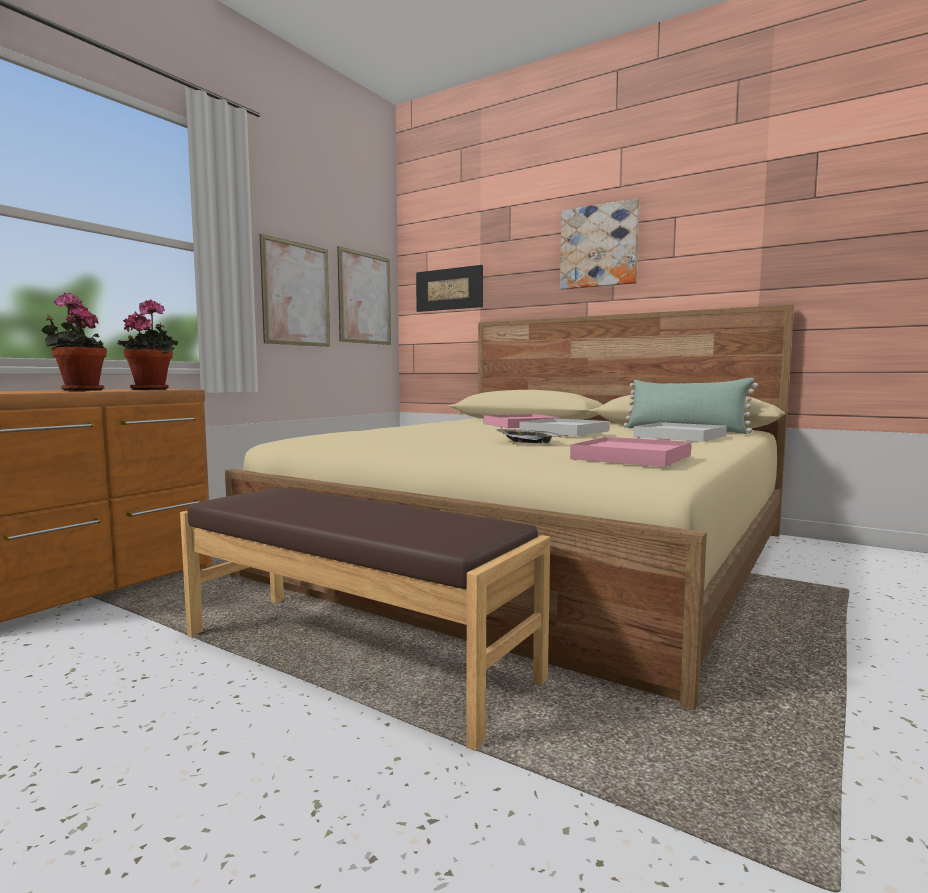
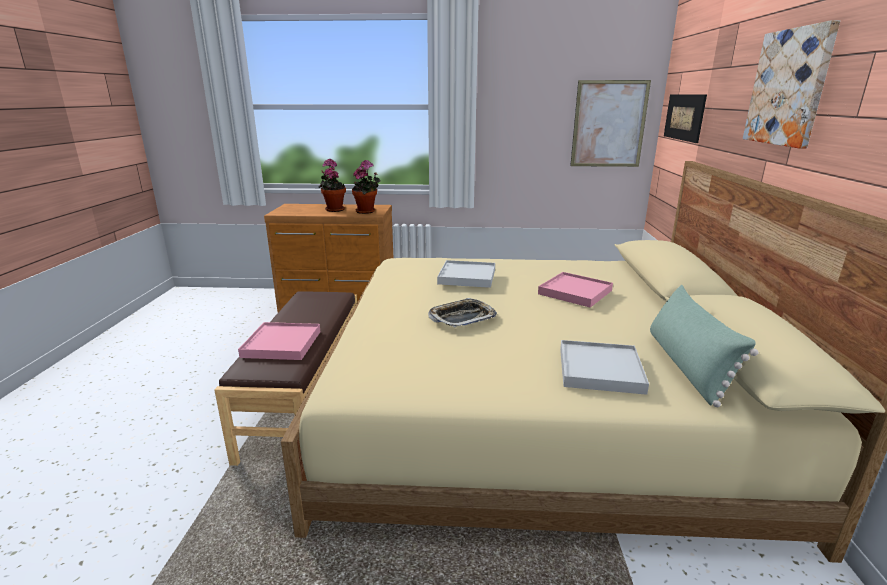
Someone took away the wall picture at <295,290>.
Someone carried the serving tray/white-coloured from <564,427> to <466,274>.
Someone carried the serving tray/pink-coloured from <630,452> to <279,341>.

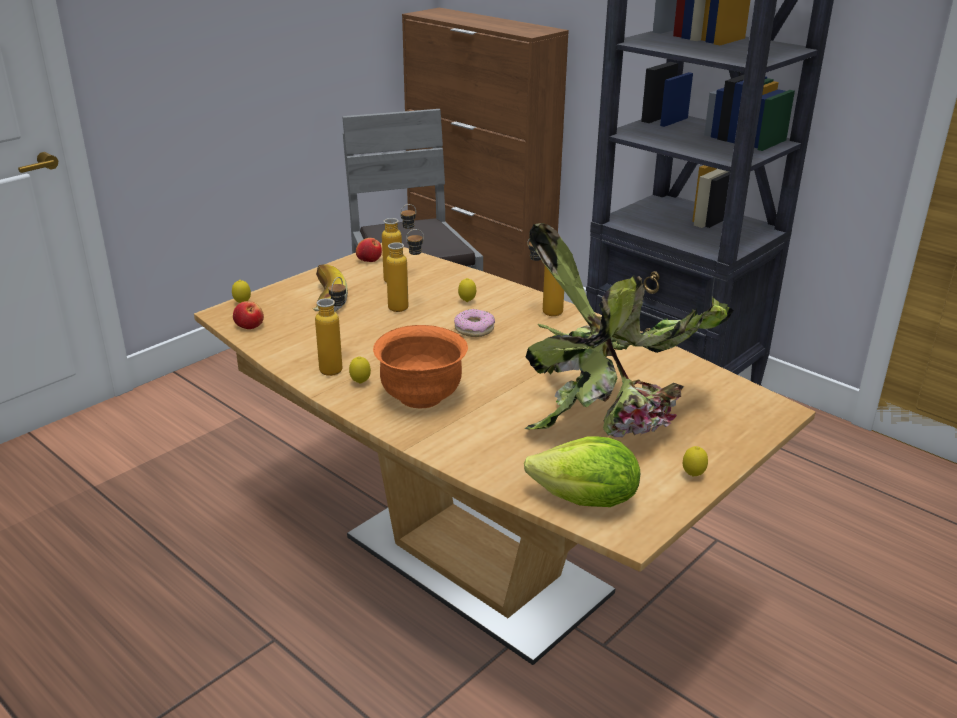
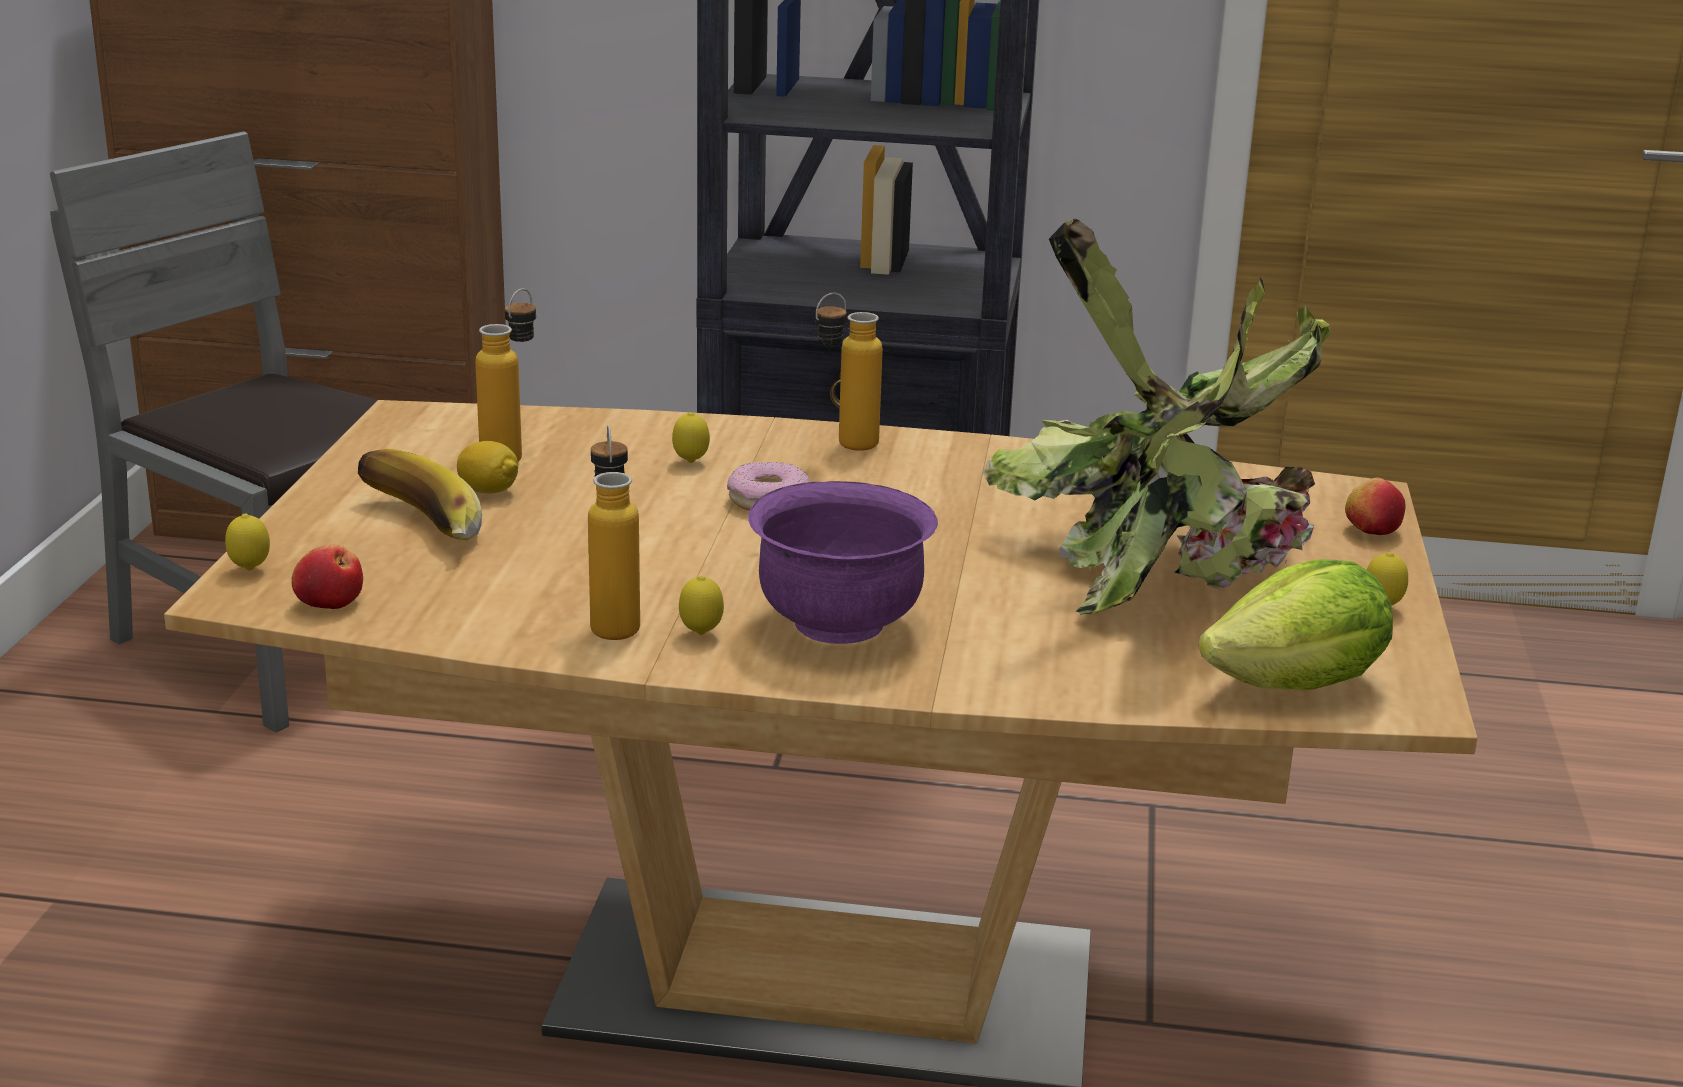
Someone took away the beverage bottle at <405,270>.
Someone put down the whole lemon at <487,467>.
Someone carried the apple from <369,250> to <1375,506>.
Someone repainted the deep dish/orange at <420,366>, which became the deep dish/purplish at <843,562>.

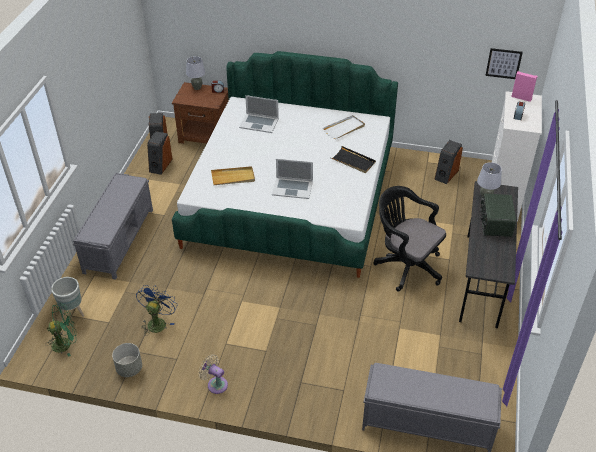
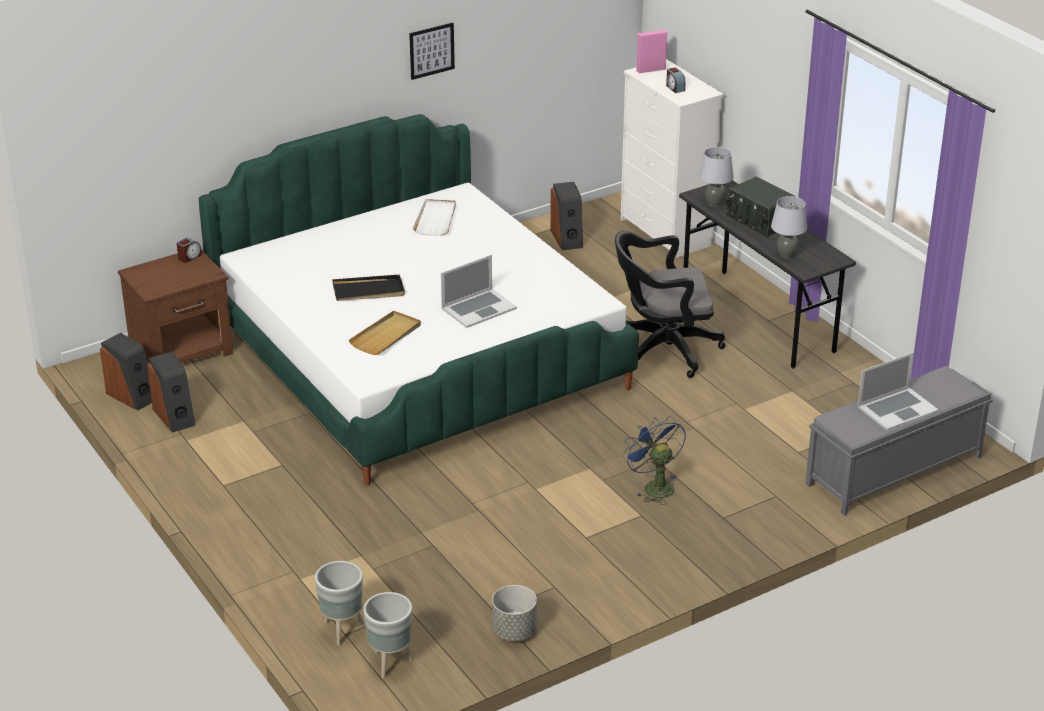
Someone took away the bench/greyish at <113,226>.
Someone took away the fan/beige-coloured at <213,374>.
Someone carried the fan/bluish from <157,310> to <654,460>.
Someone carried the table lamp/greyish from <195,73> to <789,227>.
Someone carried the laptop from <259,114> to <898,392>.
Someone carried the serving tray/blackish from <353,159> to <368,287>.
Someone carried the wall picture from <504,63> to <432,51>.
Someone swapped the fan/green at <61,329> for the flower pot/greyish at <388,635>.

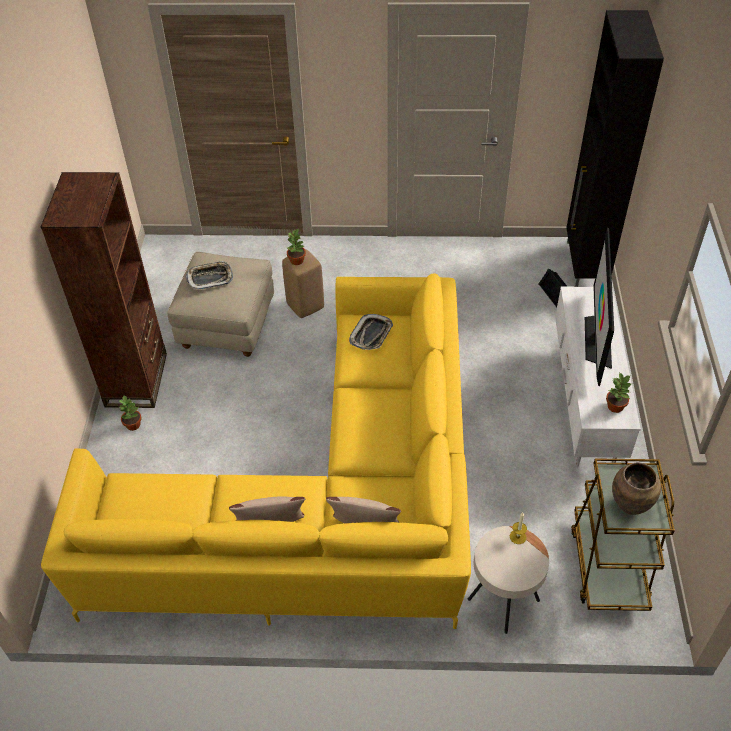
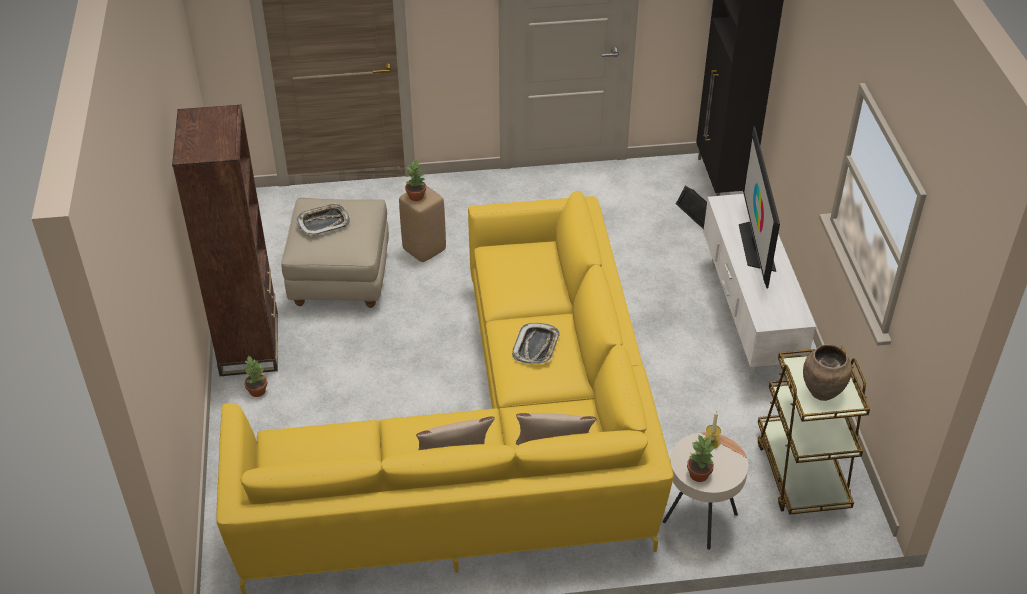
Someone carried the serving tray from <371,332> to <536,344>.
Someone carried the plant in a pot from <618,393> to <701,458>.

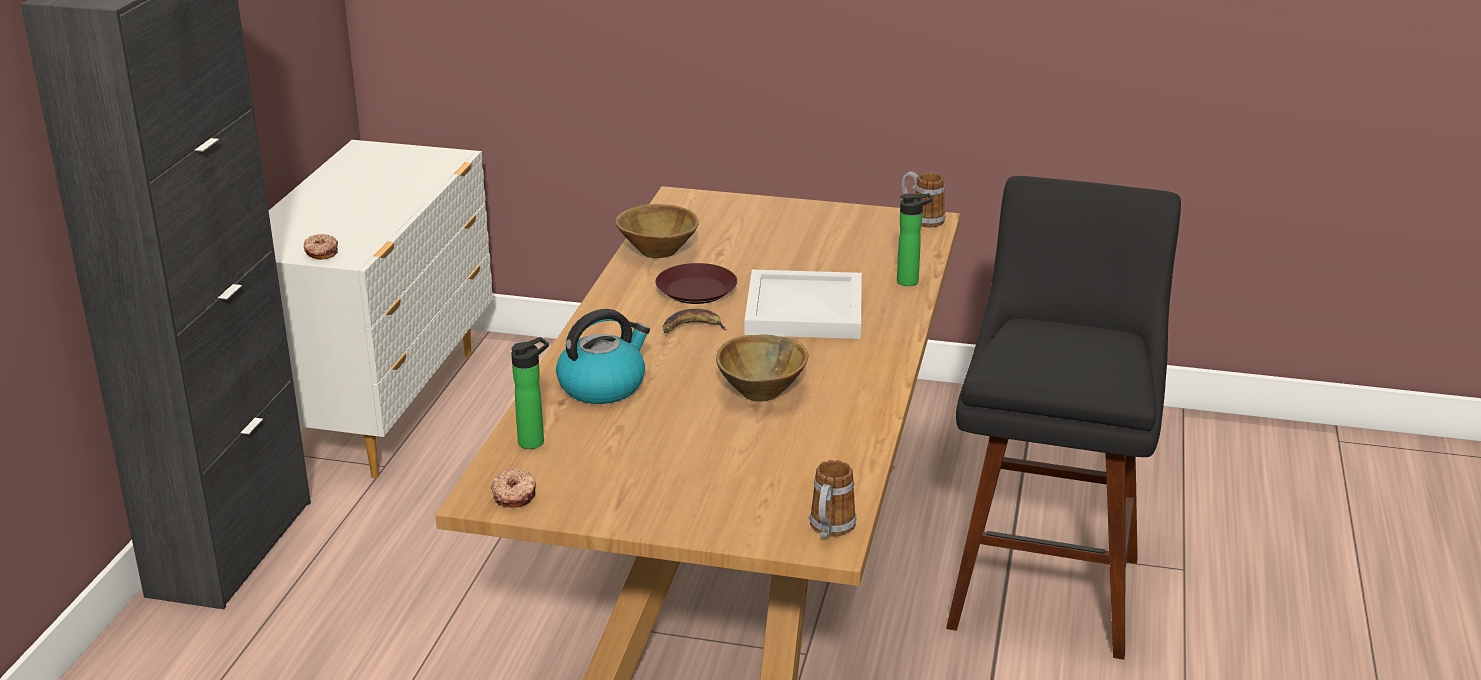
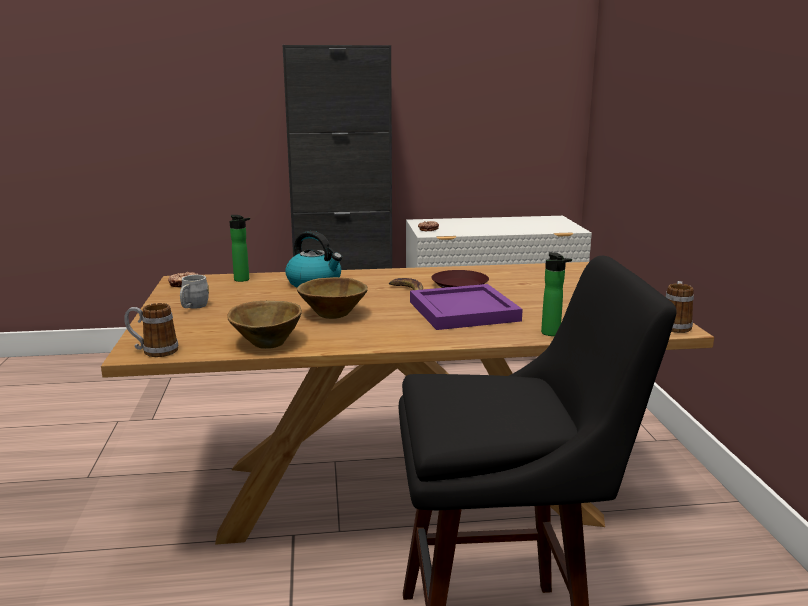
Someone put down the coffee mug/greyish at <194,292>.
Someone carried the deep dish/brown-coloured from <657,231> to <264,325>.
Someone repainted the serving tray/white-coloured at <803,304>, which became the serving tray/purplish at <466,307>.

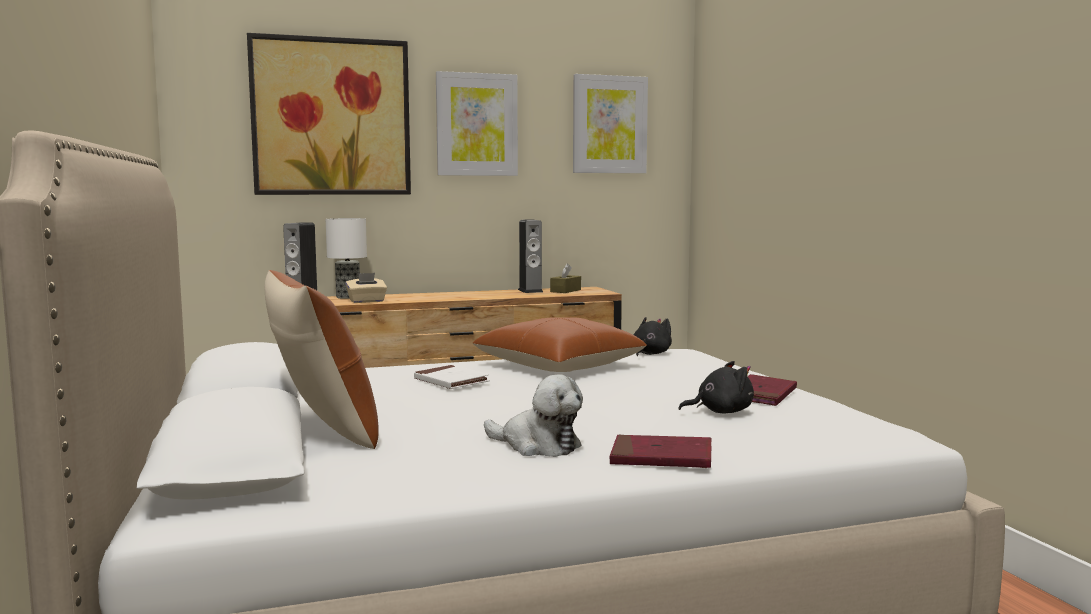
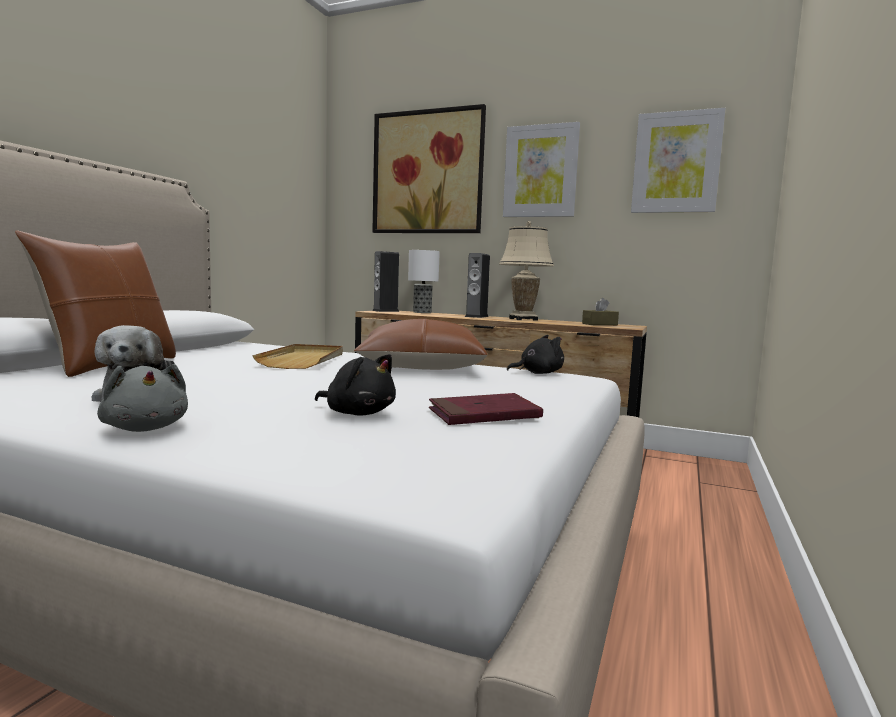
Someone took away the box of tissues/beige-coloured at <366,288>.
Someone put down the table lamp/beige-coloured at <526,271>.
Someone carried the speaker from <530,256> to <477,285>.
Someone swapped the volume/white-coloured at <452,377> for the serving tray/beige-coloured at <297,356>.
Someone swapped the volume/reddish at <660,451> for the soft toy/greyish at <142,398>.

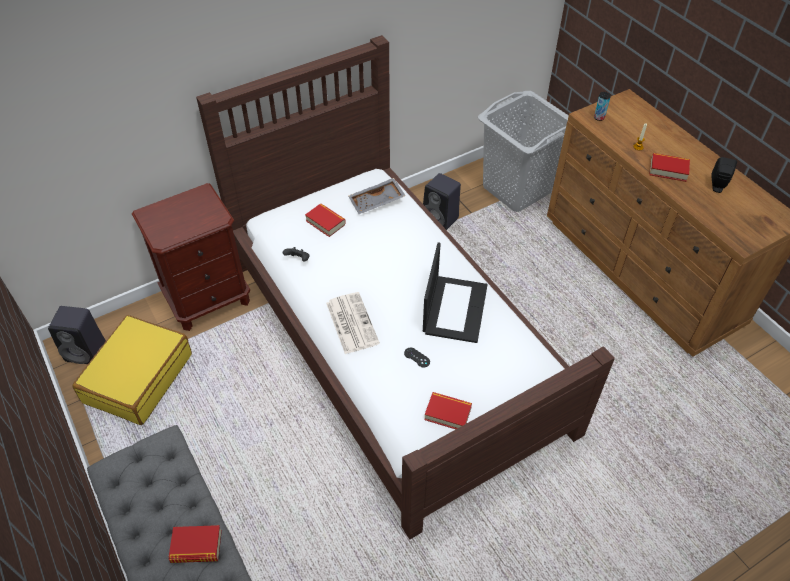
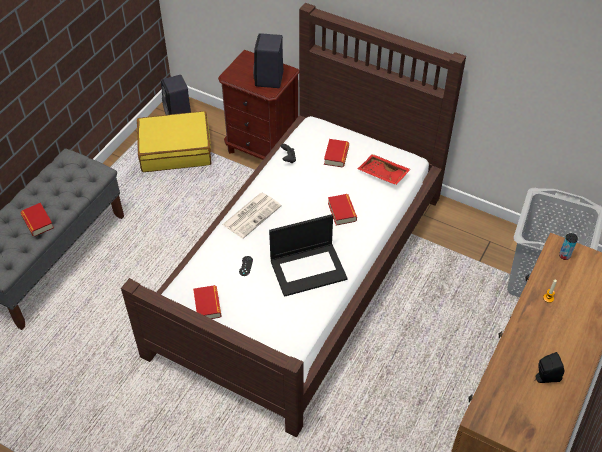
Someone carried the speaker/blackish from <442,201> to <268,60>.
Someone carried the volume from <669,167> to <342,210>.
Someone repainted the serving tray/greyish at <376,196>, which became the serving tray/reddish at <384,169>.

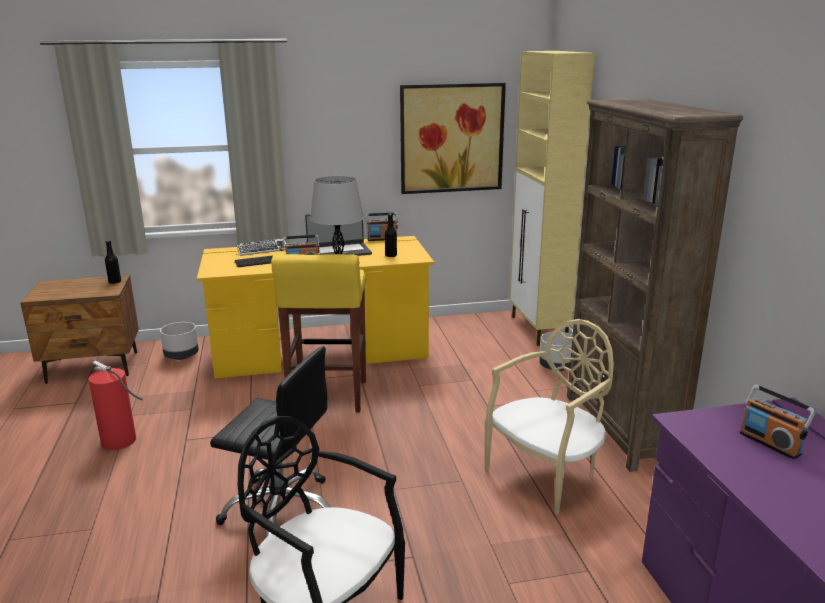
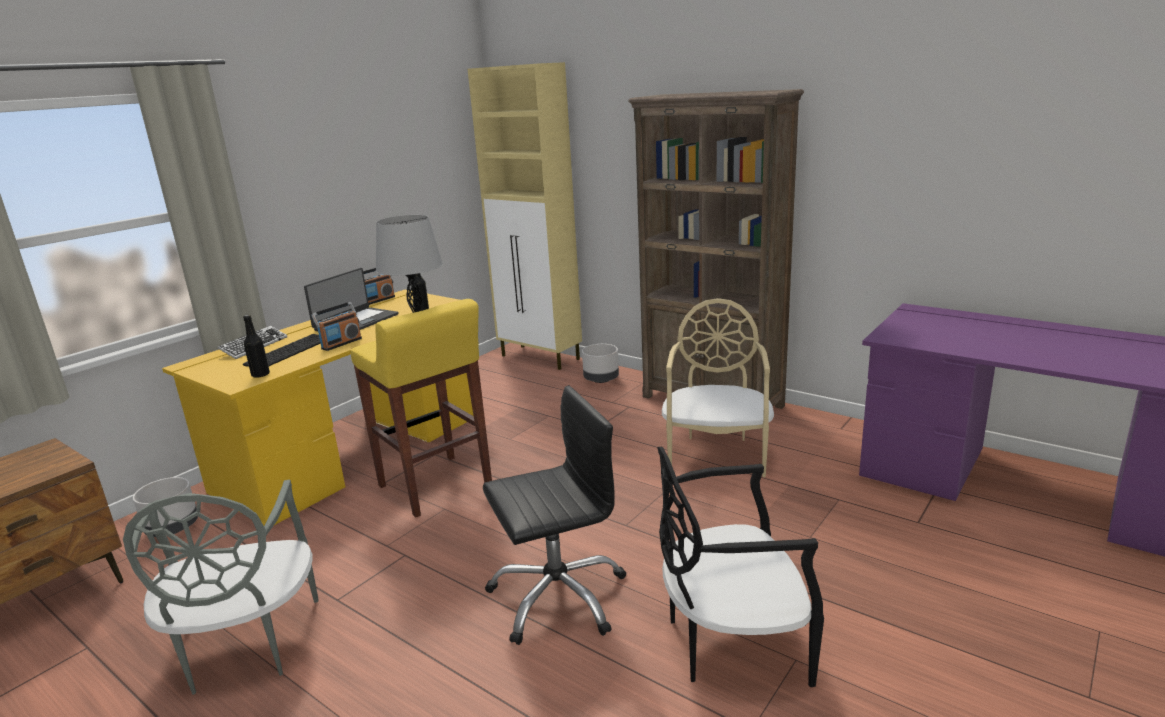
Someone took away the wall picture at <453,138>.
Someone took away the radio set at <778,421>.
Someone carried the beverage bottle/blackish from <113,262> to <256,346>.
Someone swapped the fire extinguisher at <116,405> for the upright chair/greyish at <221,587>.

